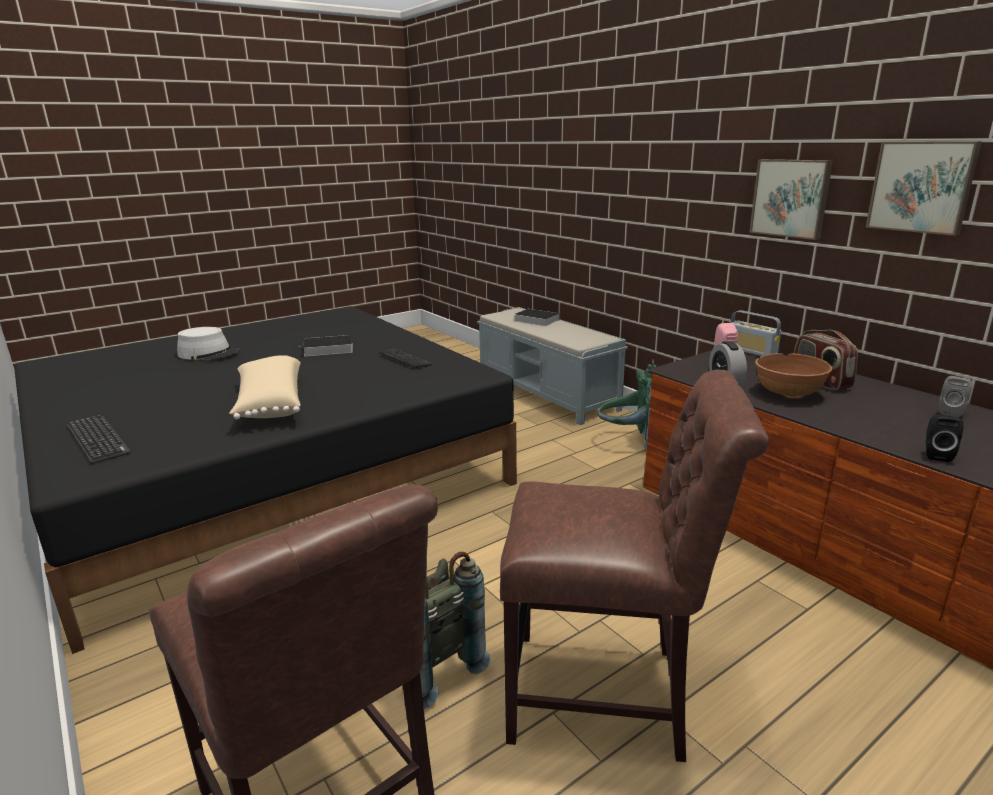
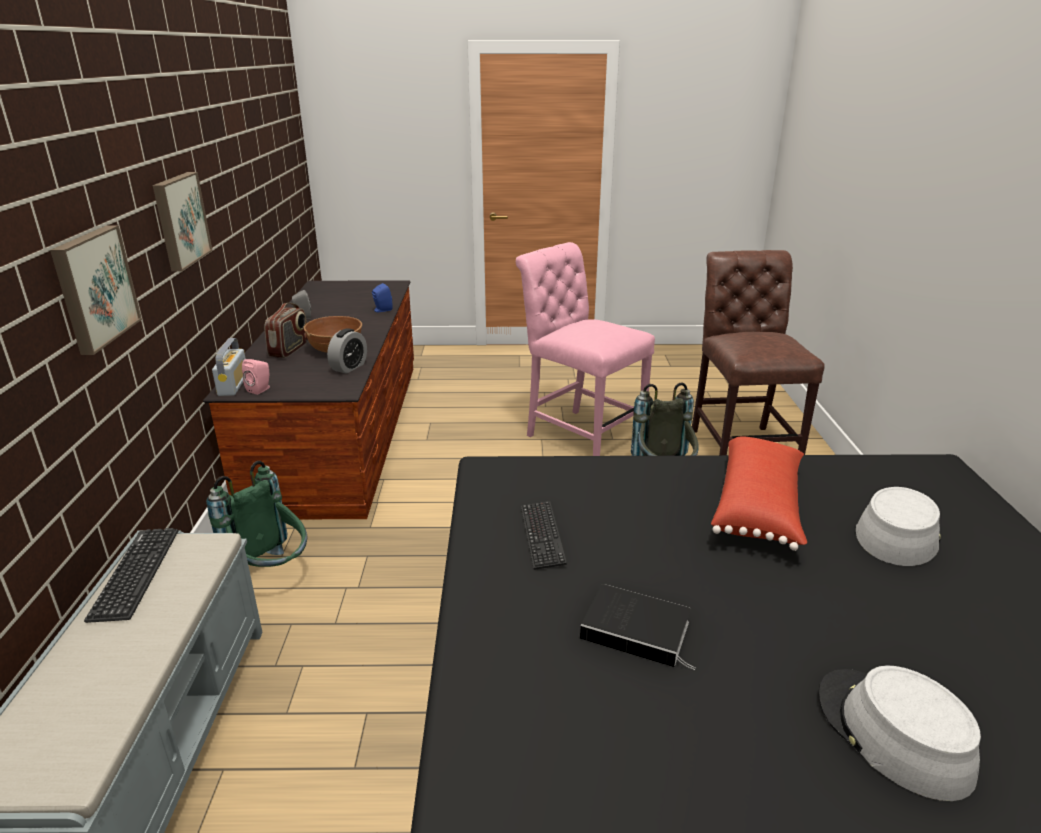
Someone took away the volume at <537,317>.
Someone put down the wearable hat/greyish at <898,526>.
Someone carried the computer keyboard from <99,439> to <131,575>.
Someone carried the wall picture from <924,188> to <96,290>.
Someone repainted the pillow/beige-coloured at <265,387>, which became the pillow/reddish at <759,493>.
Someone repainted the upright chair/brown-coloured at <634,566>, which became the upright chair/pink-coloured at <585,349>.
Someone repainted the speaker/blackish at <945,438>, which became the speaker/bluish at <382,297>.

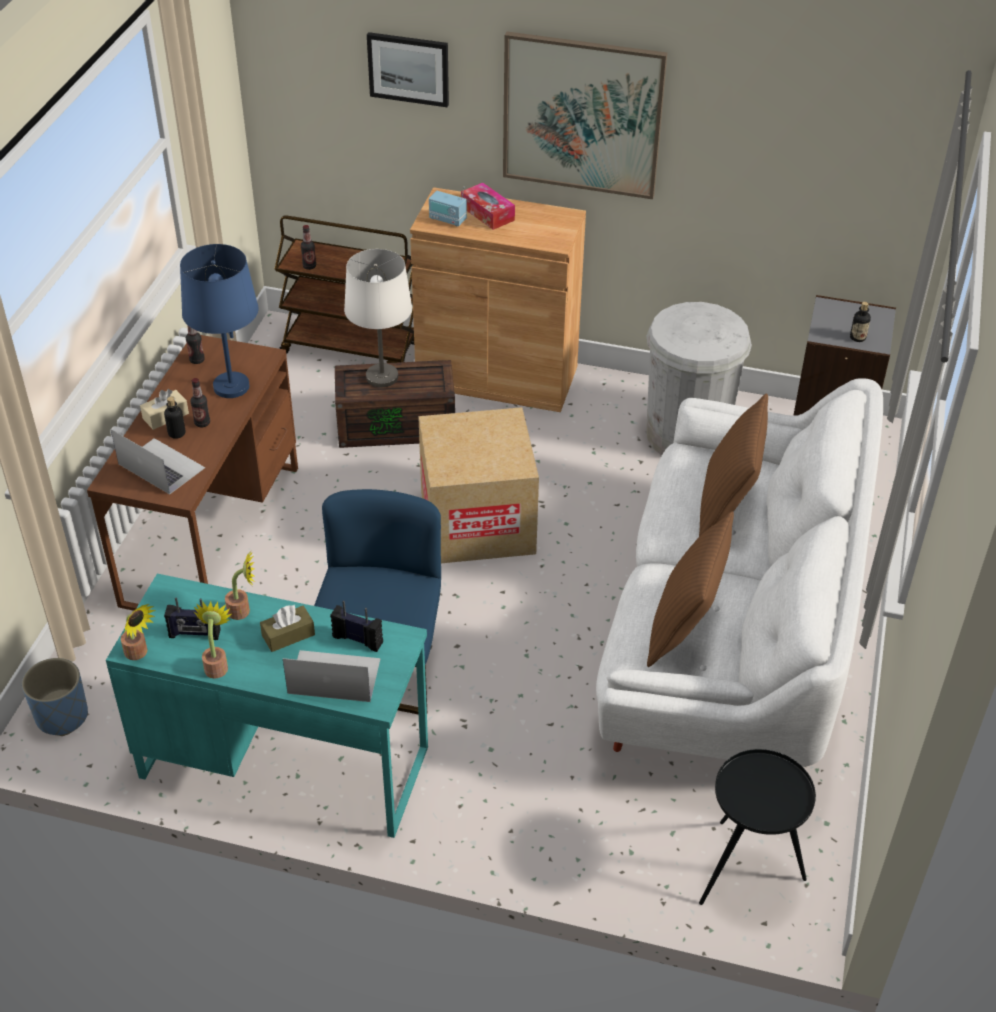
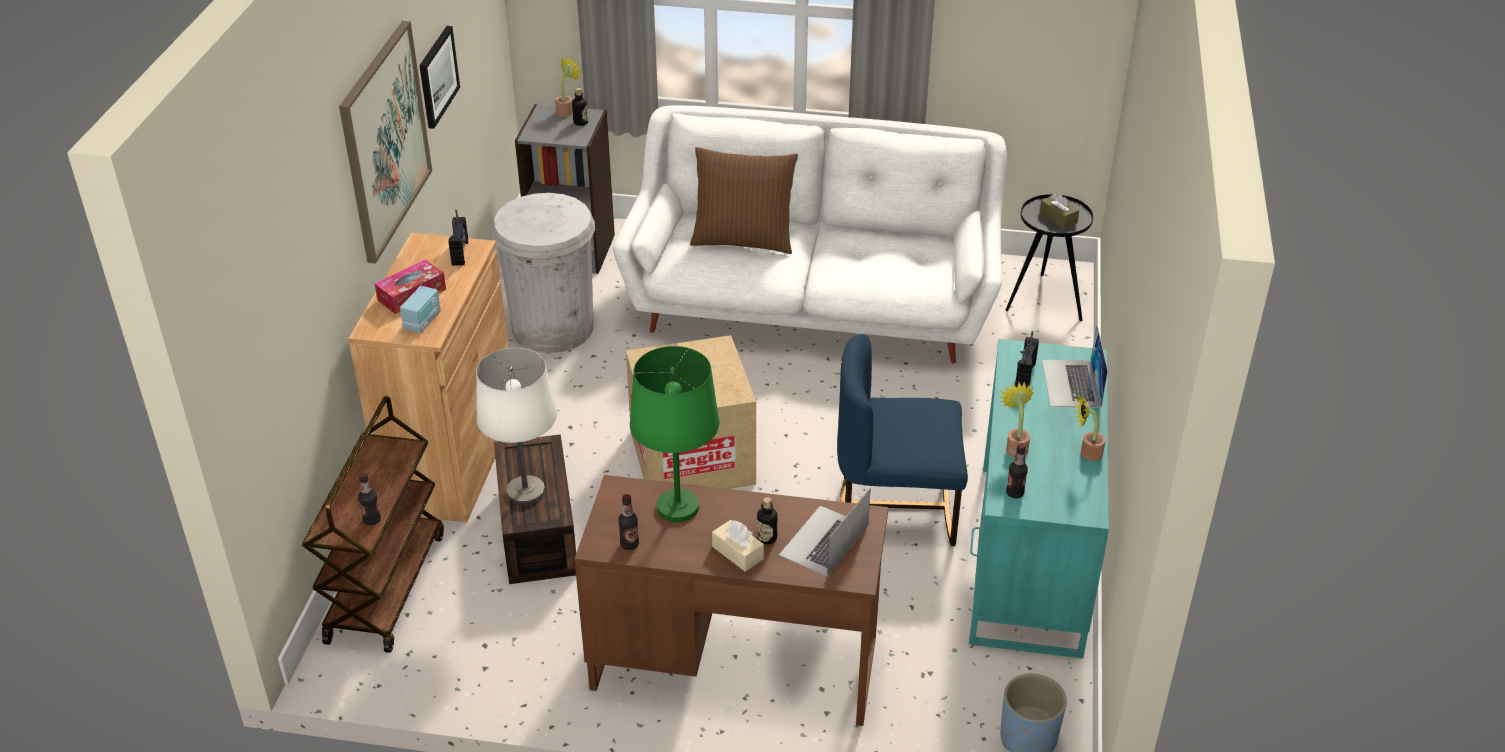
Someone took away the pillow/brown-coloured at <690,589>.
Someone carried the plant in a pot from <138,632> to <568,87>.
Someone carried the radio set from <192,618> to <458,237>.
Someone carried the beverage bottle from <200,402> to <1017,470>.
Someone carried the box of tissues/brown-coloured from <287,628> to <1059,210>.
Someone carried the wall picture from <408,69> to <439,77>.
Someone repainted the table lamp/bluish at <219,321>, which became the table lamp/green at <674,434>.

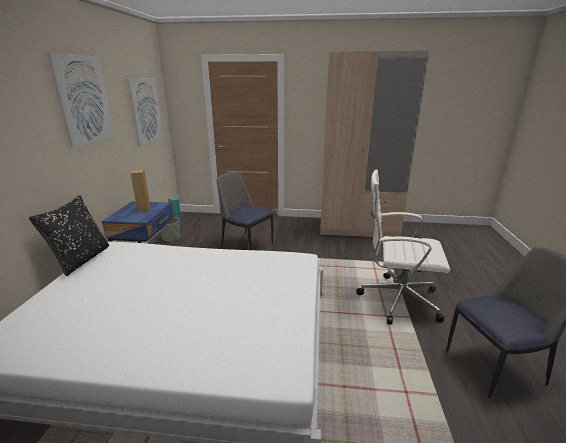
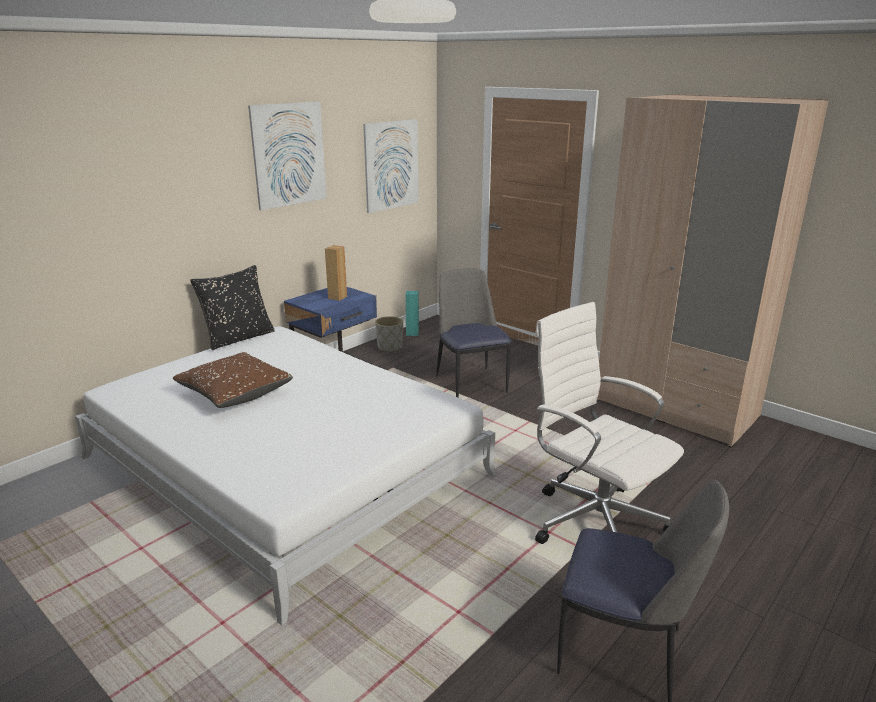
Someone put down the pillow/brown-coloured at <233,380>.

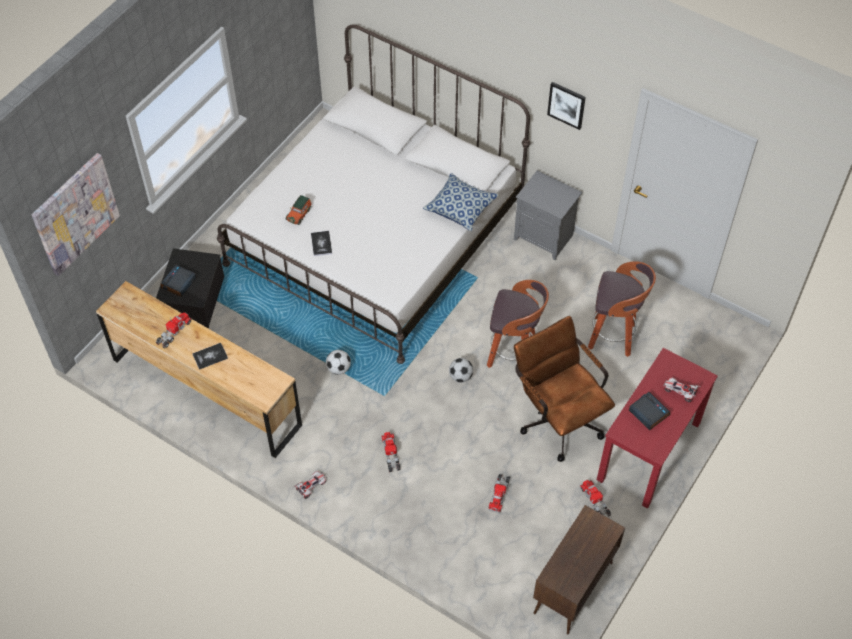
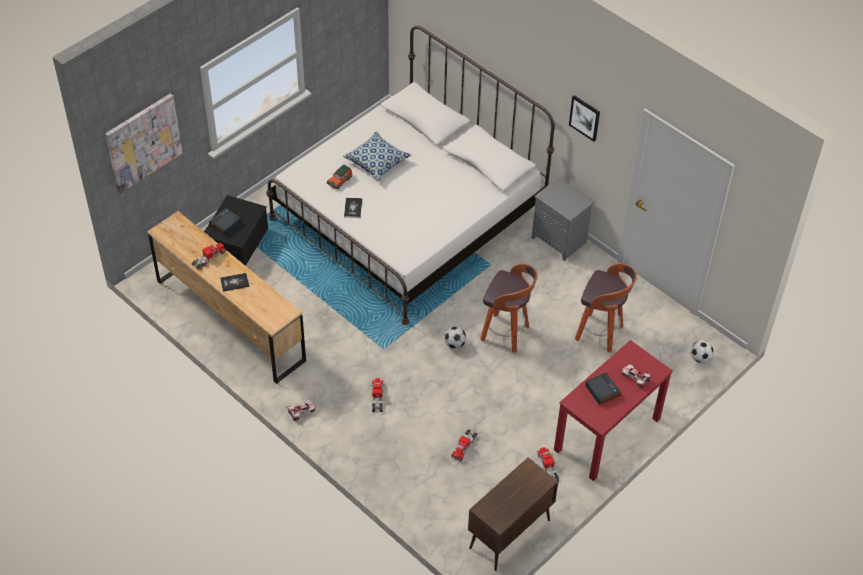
Someone took away the office chair/brown-coloured at <564,389>.
Someone carried the ball for football from <338,362> to <701,351>.
Someone carried the pillow from <461,202> to <377,156>.

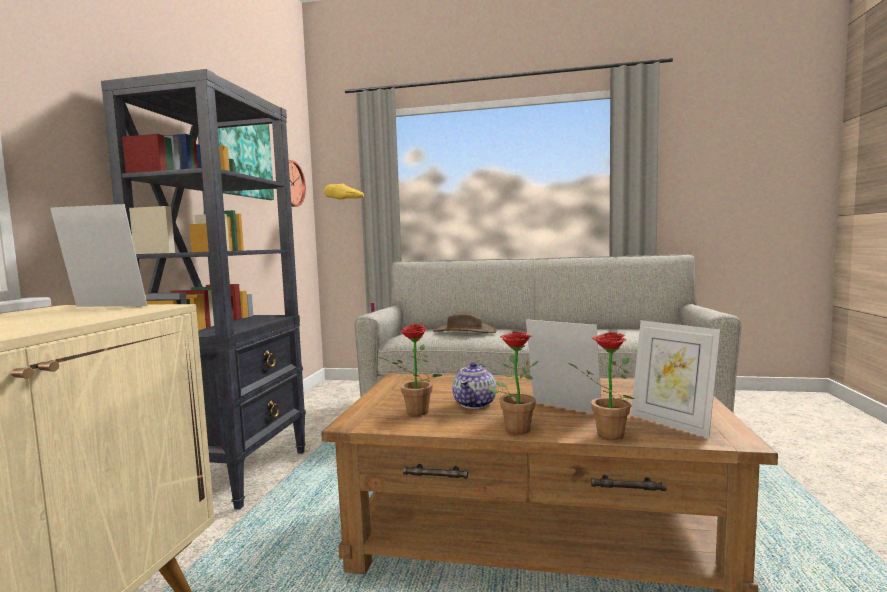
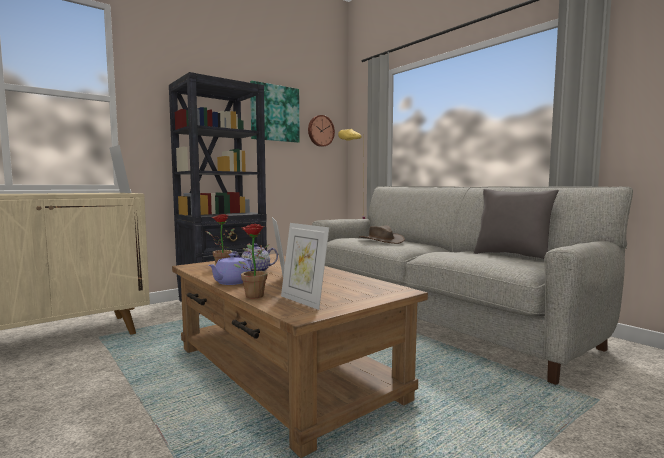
Someone put down the pillow/greyish at <516,224>.
Someone swapped the plant in a pot at <513,383> for the pot for tea/purplish at <229,269>.
Someone rotated the photo frame at <676,378> by 45 degrees counterclockwise.

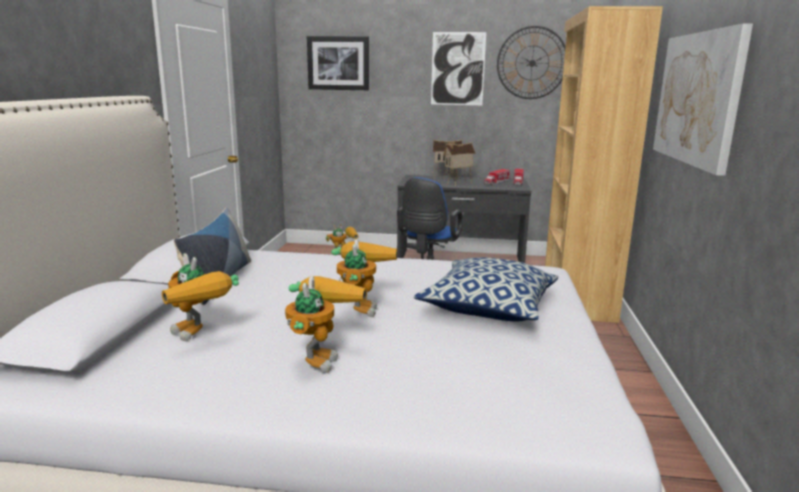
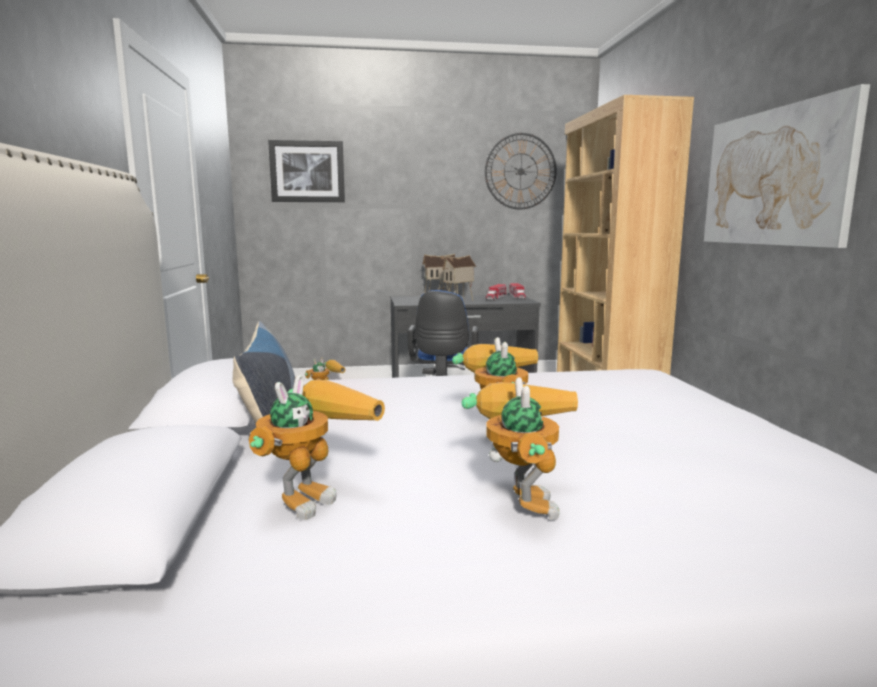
Someone took away the pillow at <486,289>.
Someone took away the wall picture at <458,68>.
Someone rotated the toy robot at <200,297> by 90 degrees counterclockwise.

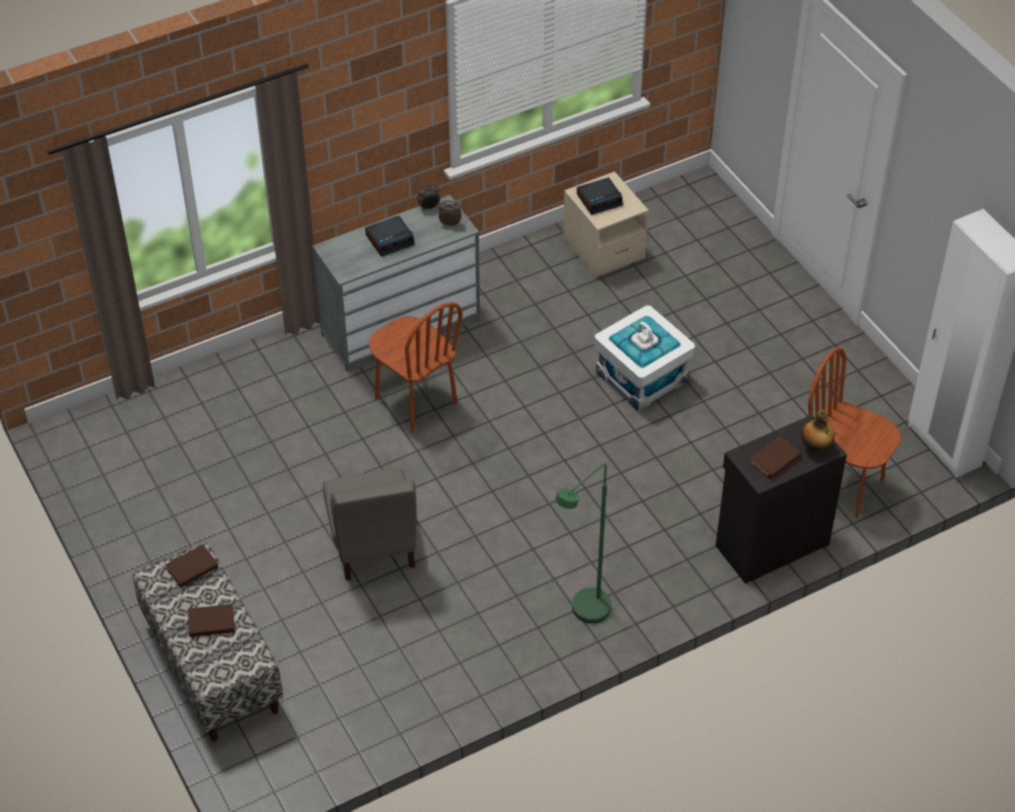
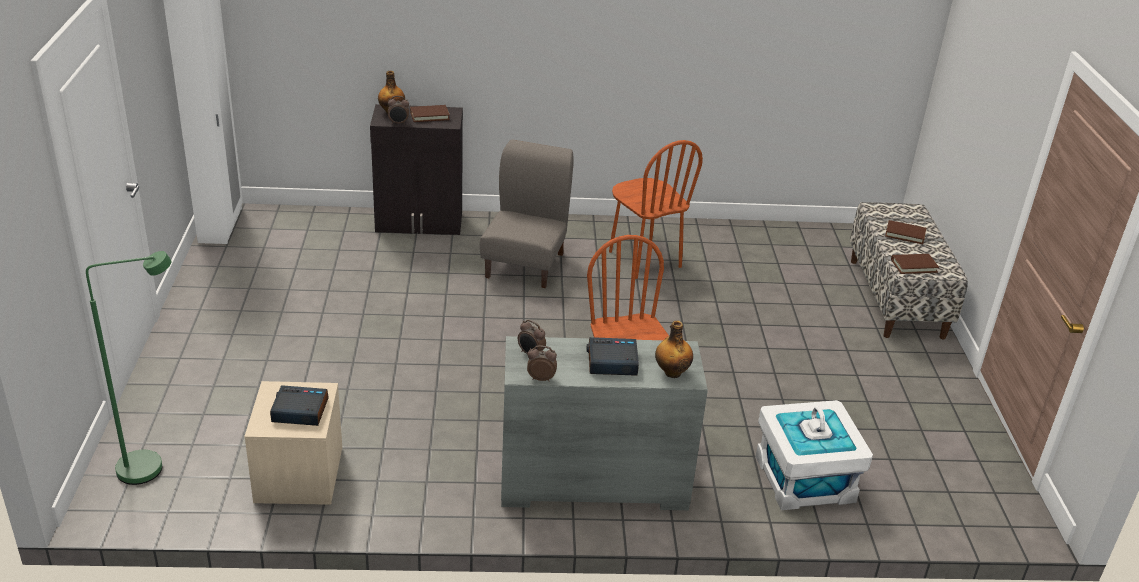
Someone put down the table clock at <398,110>.
Someone put down the beverage bottle at <674,349>.
Someone carried the upright chair/greyish from <370,524> to <526,213>.
Someone carried the standing lamp/green from <583,543> to <128,368>.
Someone carried the storage bin/white-coloured from <644,358> to <814,455>.
Someone carried the upright chair/brown-coloured from <854,432> to <656,209>.

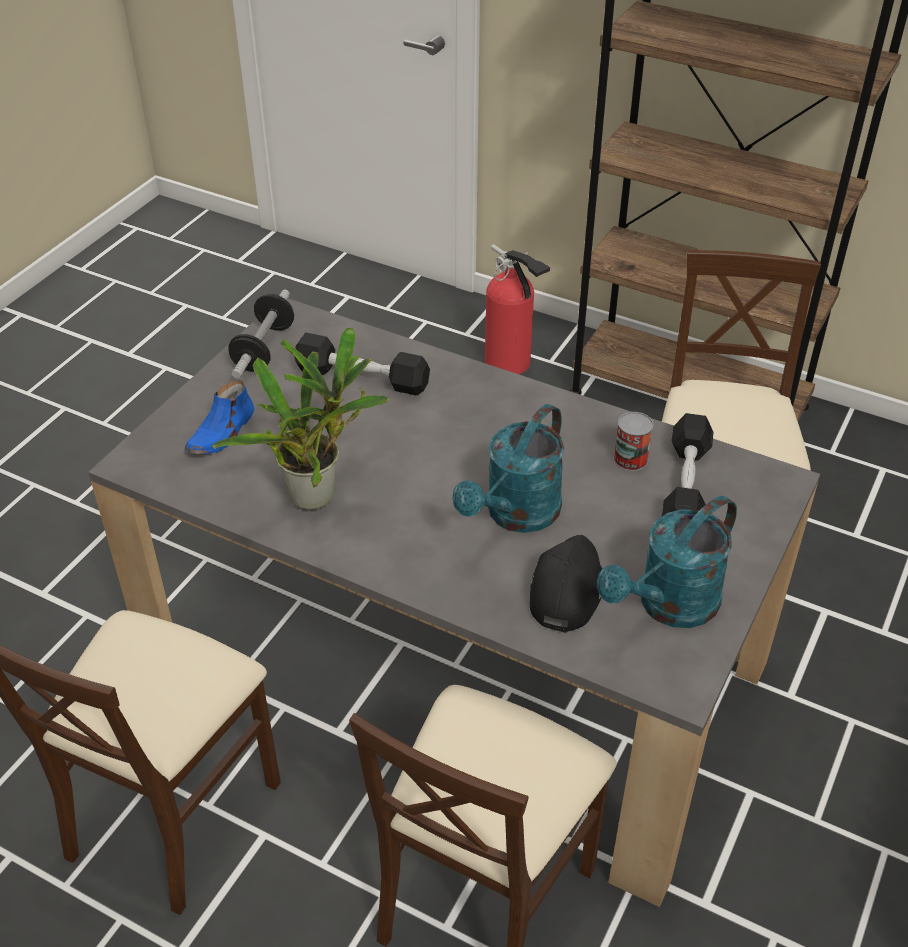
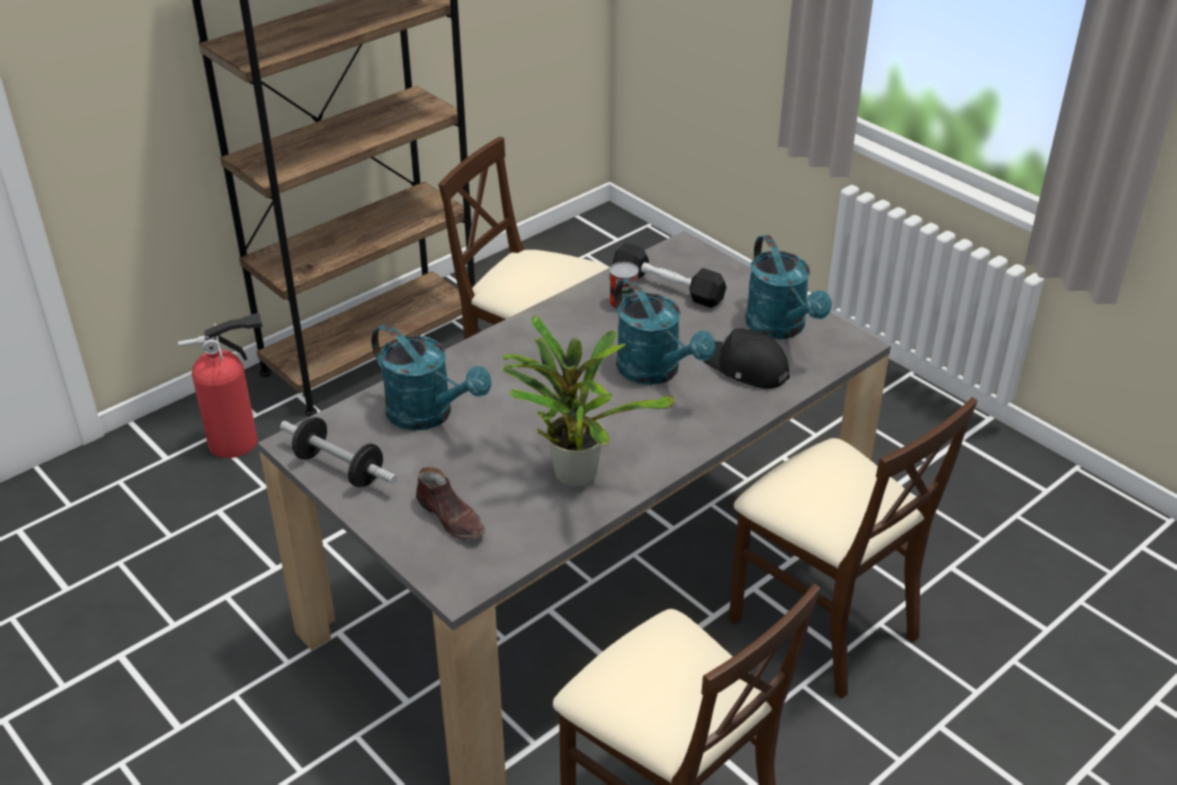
Someone swapped the hand weight/blackish at <362,364> for the sprinkling can/turquoise at <431,377>.
Someone repainted the low shoe/bluish at <220,417>, which became the low shoe/brown-coloured at <450,503>.

